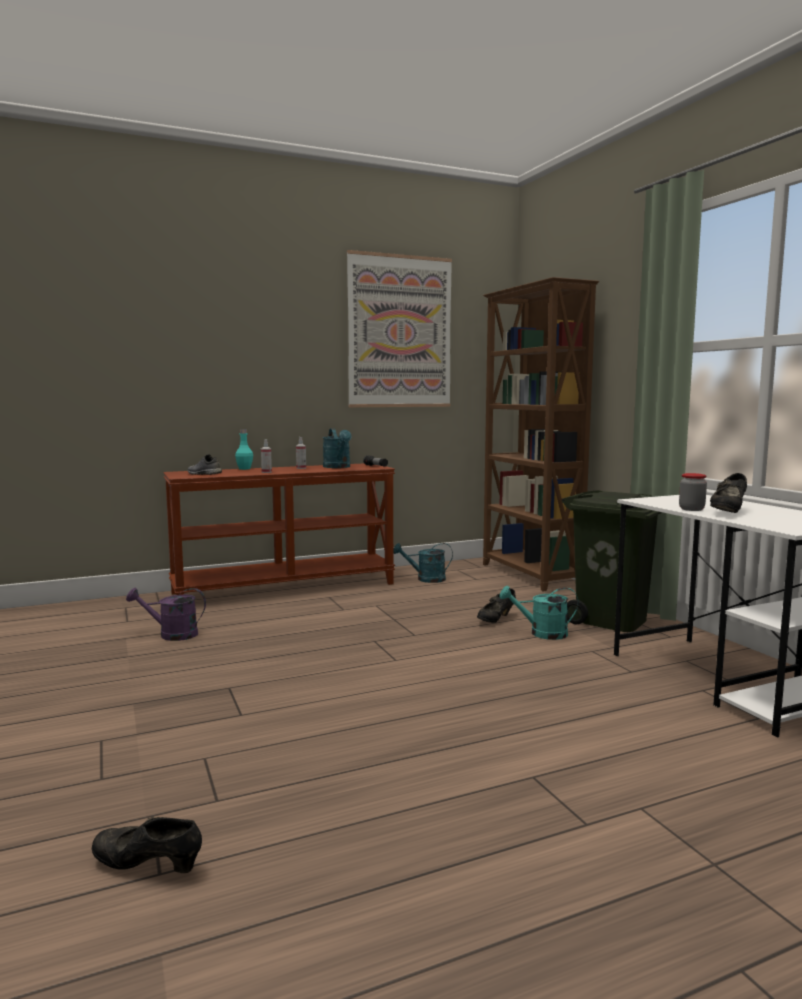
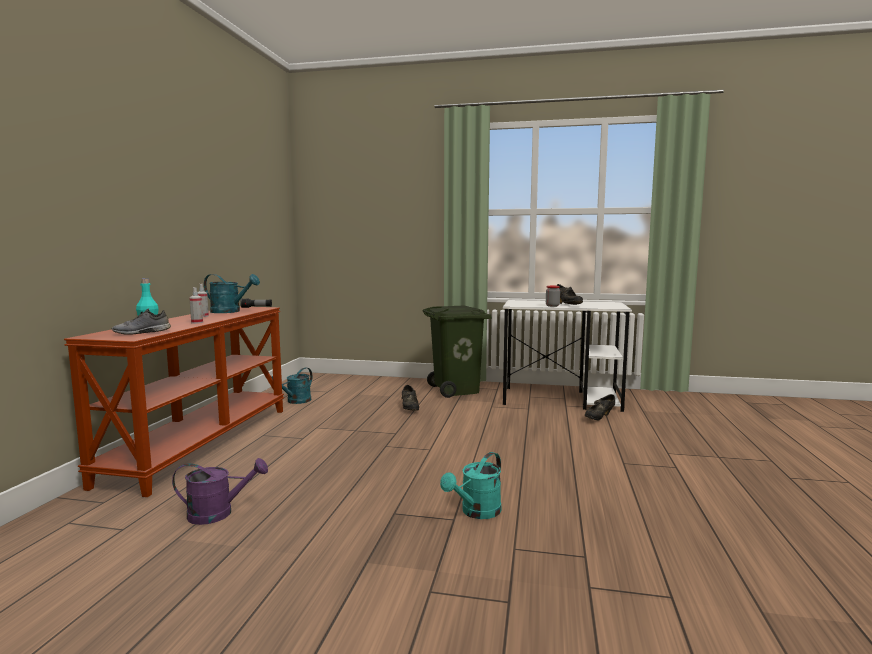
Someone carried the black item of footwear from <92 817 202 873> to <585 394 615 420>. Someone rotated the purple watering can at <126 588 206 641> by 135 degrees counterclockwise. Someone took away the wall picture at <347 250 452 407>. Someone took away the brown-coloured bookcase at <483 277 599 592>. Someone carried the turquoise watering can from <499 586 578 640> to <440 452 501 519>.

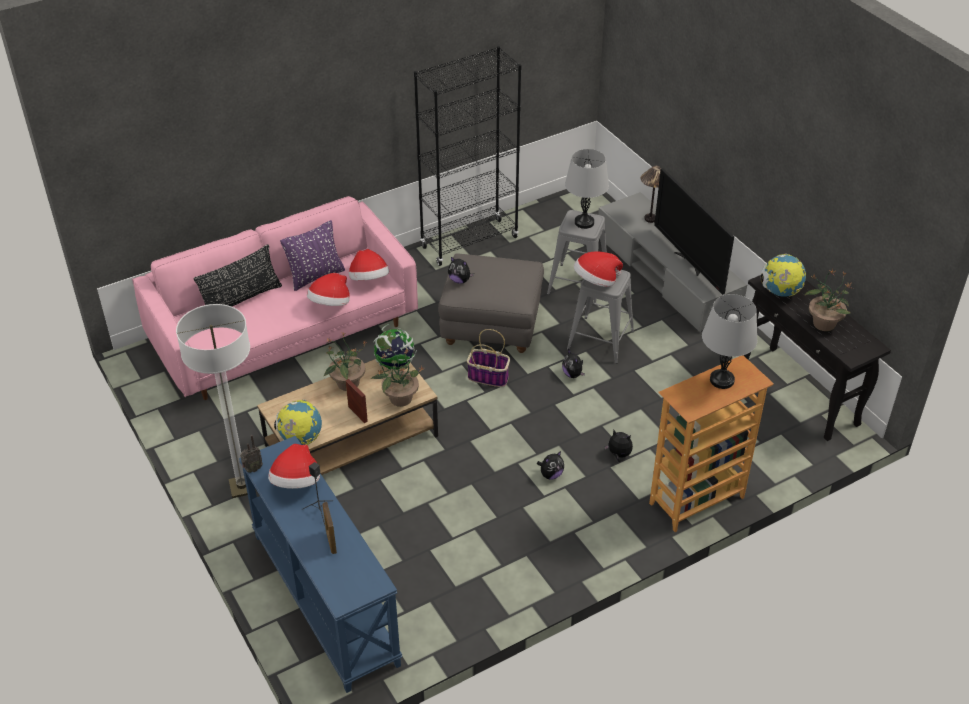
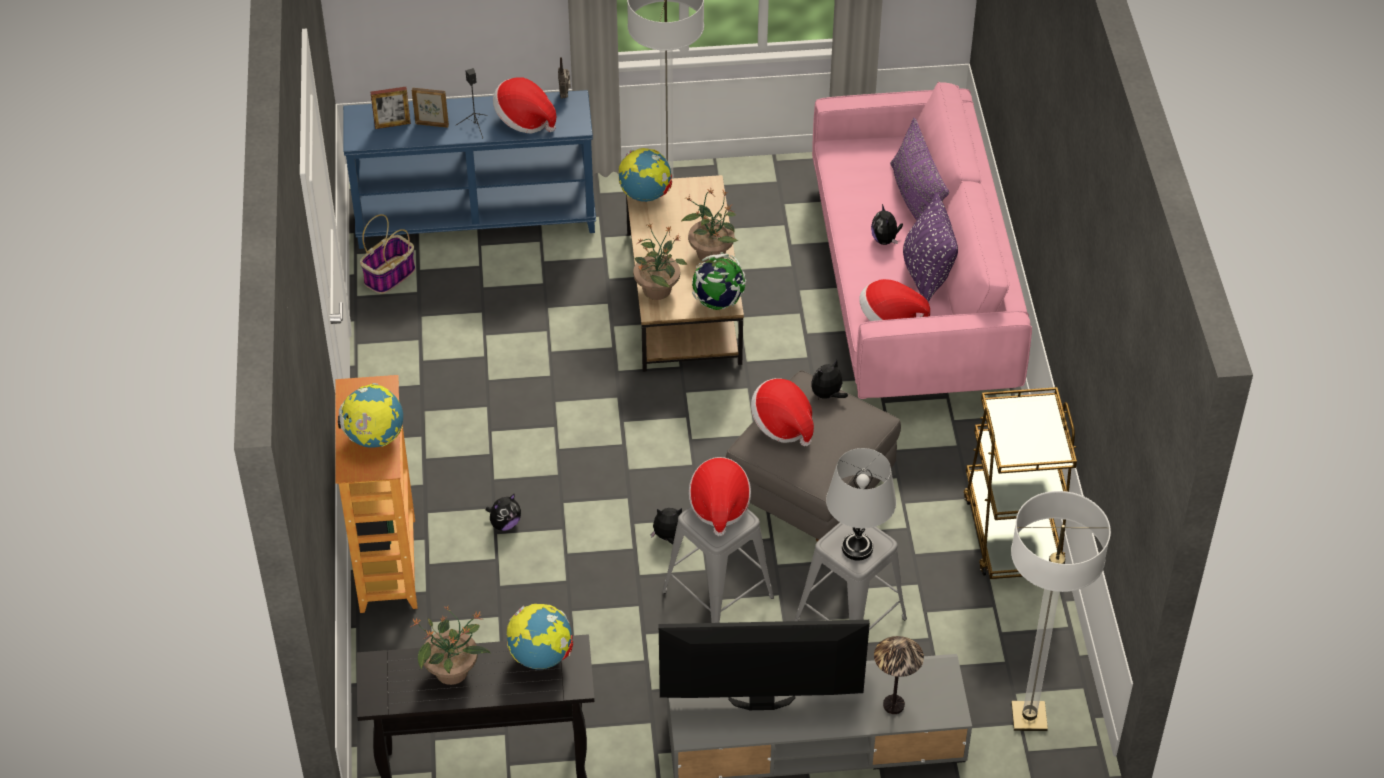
Someone repainted the black cushion at <194 245 282 306>, which became the purple cushion at <890 118 949 221>. Someone carried the wearable hat from <307 273 350 306> to <751 378 814 446>. Someone carried the photo frame from <346 379 368 423> to <370 87 411 129>. Someone swapped the black bookcase at <414 46 522 266> for the brown-coloured trolley at <964 387 1077 579>. Someone carried the household basket from <467 329 510 387> to <360 214 415 294>. Someone carried the plush toy from <537 451 564 480> to <871 204 903 245>. Someone swapped the greyish lamp for a table at <702 294 757 389> for the world globe at <338 383 403 448>. Someone put down the standard lamp at <1011 491 1111 731>.

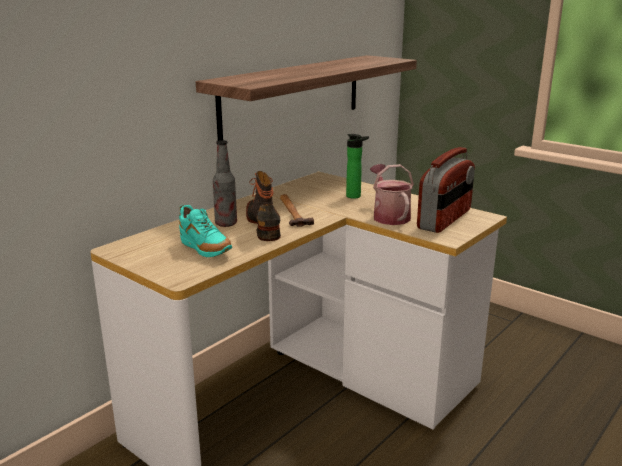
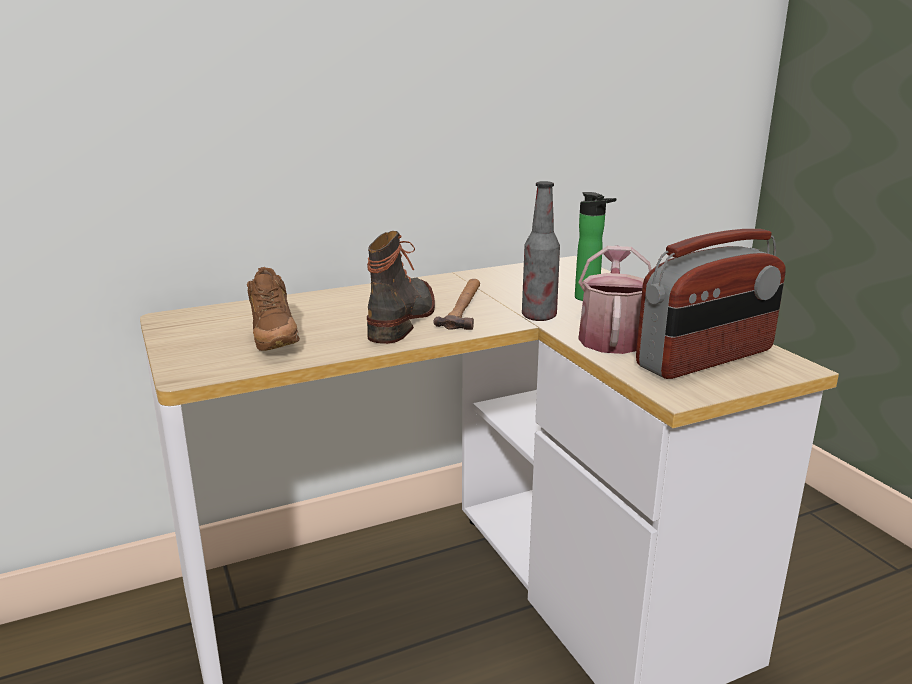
Someone repainted the turquoise item of footwear at <179 205 232 257>, which became the brown-coloured item of footwear at <247 267 300 351>. Someone took away the wall shelf at <196 55 417 141>. Someone carried the beverage bottle from <213 140 237 227> to <522 181 560 321>.

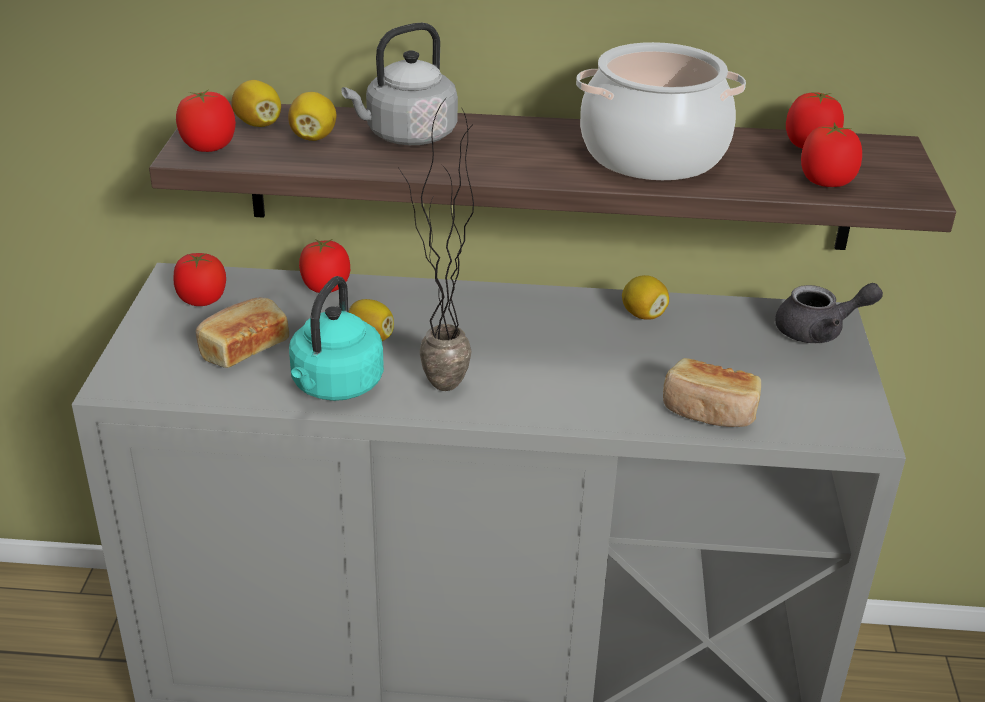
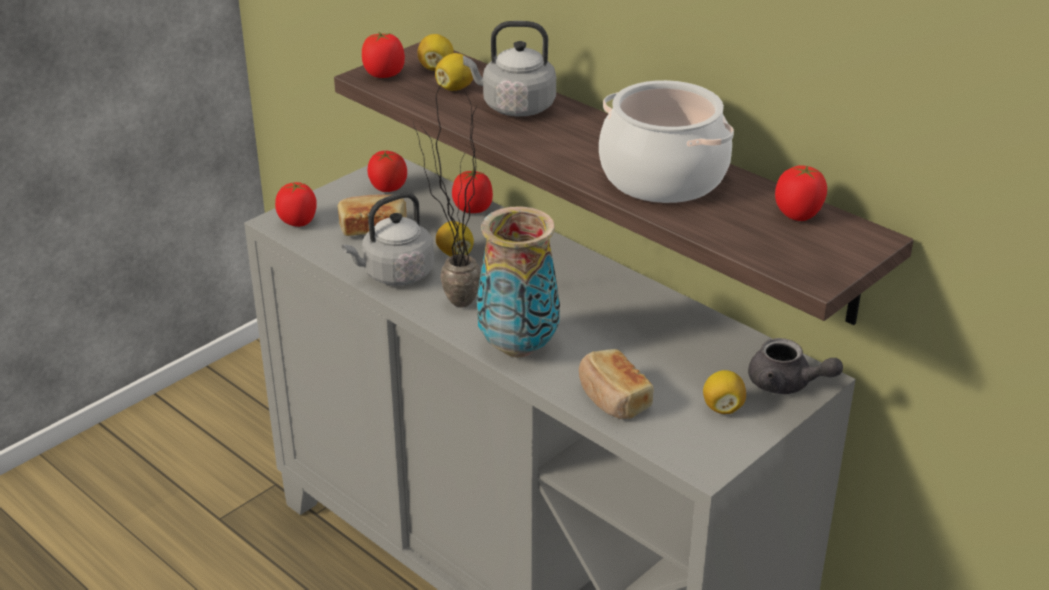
Someone repainted the turquoise tea kettle at <289 276 384 401>, which became the greyish tea kettle at <342 192 434 286>. Someone carried the lemon from <622 275 669 320> to <703 370 746 414>. Someone carried the whole tomato from <801 123 862 187> to <275 182 317 227>. Someone put down the decorative vase at <477 206 560 357>.

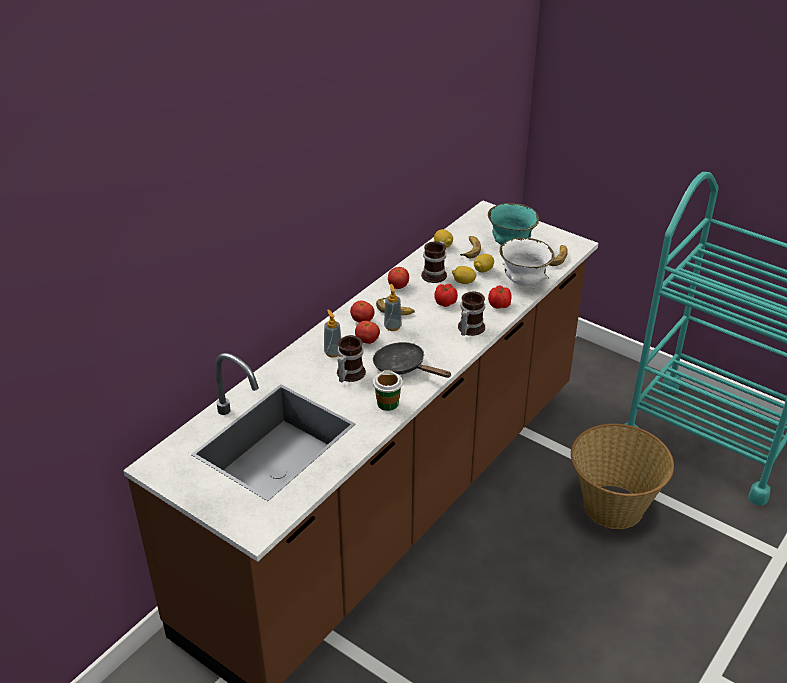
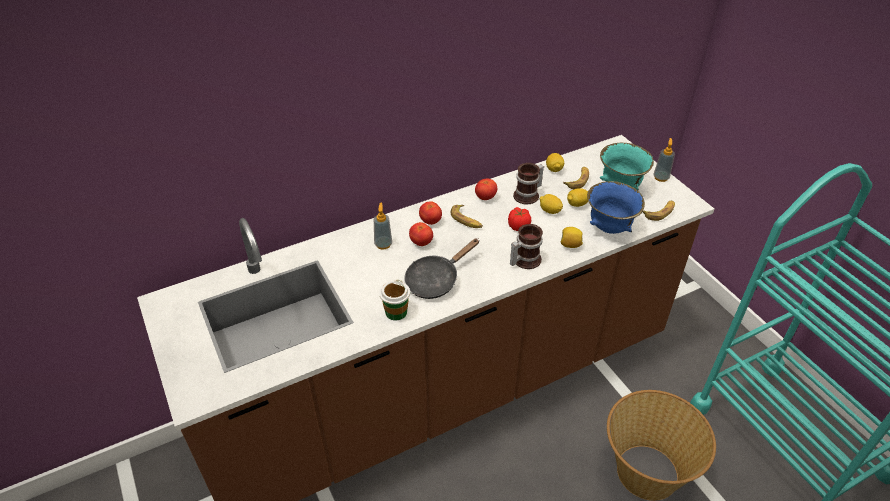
Someone took away the coffee mug at <337 335 366 382>. Someone rotated the black pan at <373 342 452 378> by 105 degrees counterclockwise. Someone carried the soap bottle from <384 284 402 331> to <654 138 675 182>. Someone swapped the whole tomato at <488 285 512 308> for the lemon at <561 227 583 248>. Someone repainted the white-coloured bowl at <500 238 554 286>, which became the blue-coloured bowl at <587 181 645 234>.

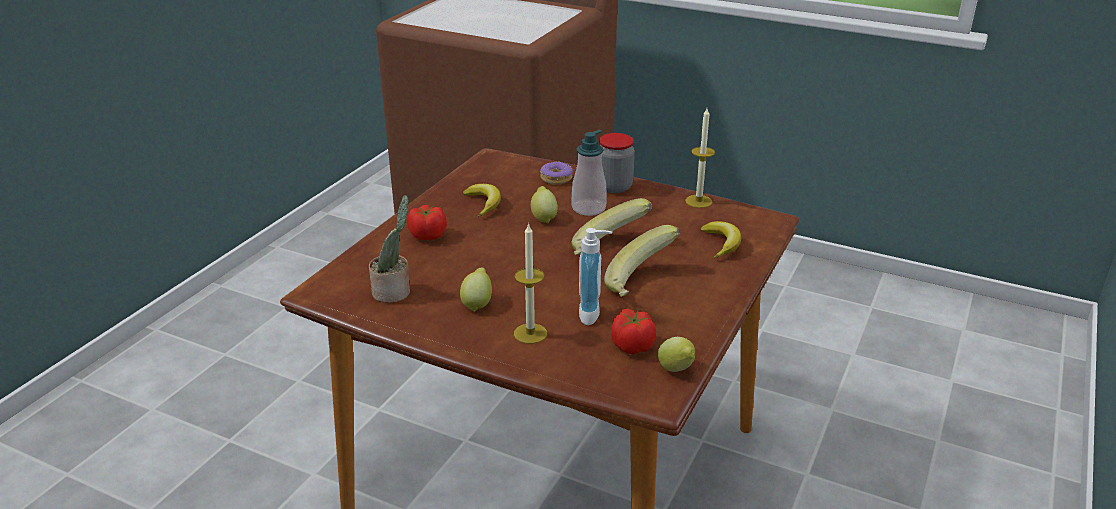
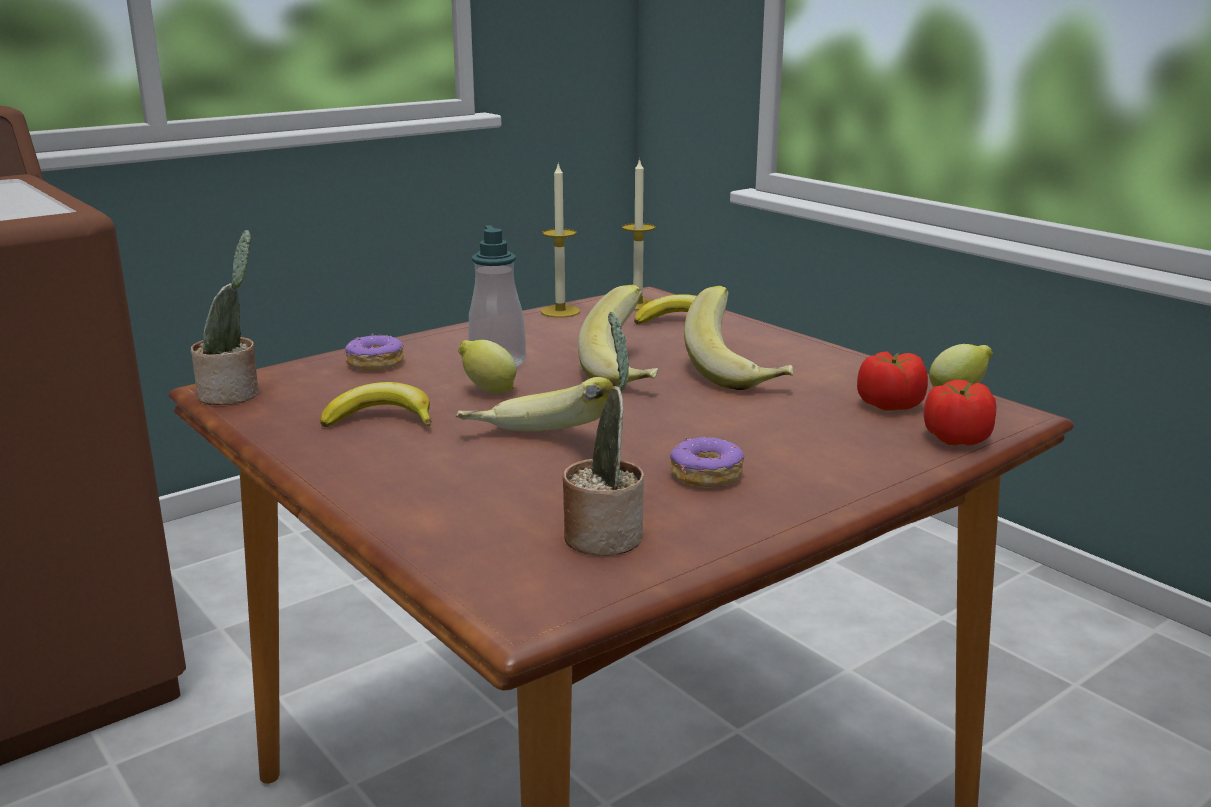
Someone carried the whole tomato from <407 205 447 240> to <924 379 996 445>. Someone swapped the lemon at <460 268 492 312> for the donut at <670 436 745 487>. Someone carried the candle from <514 223 547 344> to <622 158 655 310>. Someone took away the soap bottle at <579 228 612 325>. Someone took away the jar at <599 133 635 193>. Someone put down the plant in a pot at <191 230 259 405>. Someone put down the banana at <456 377 613 432>.

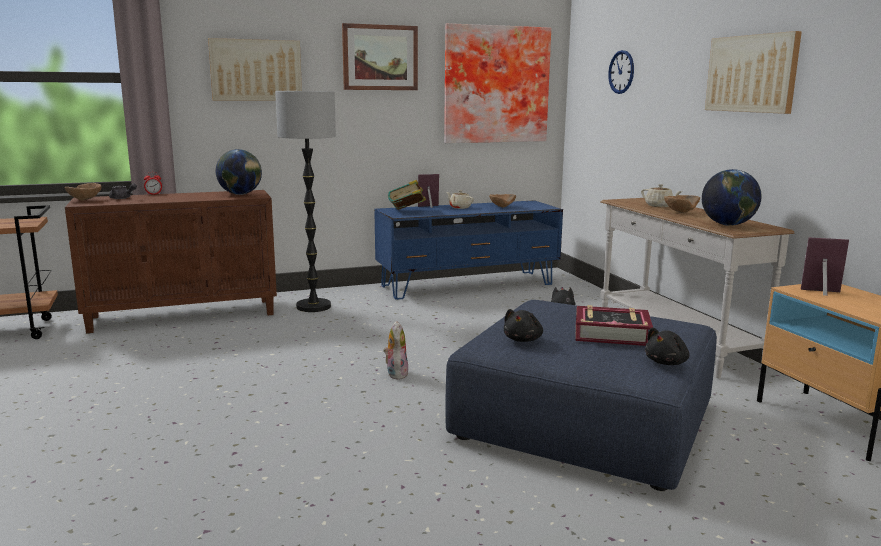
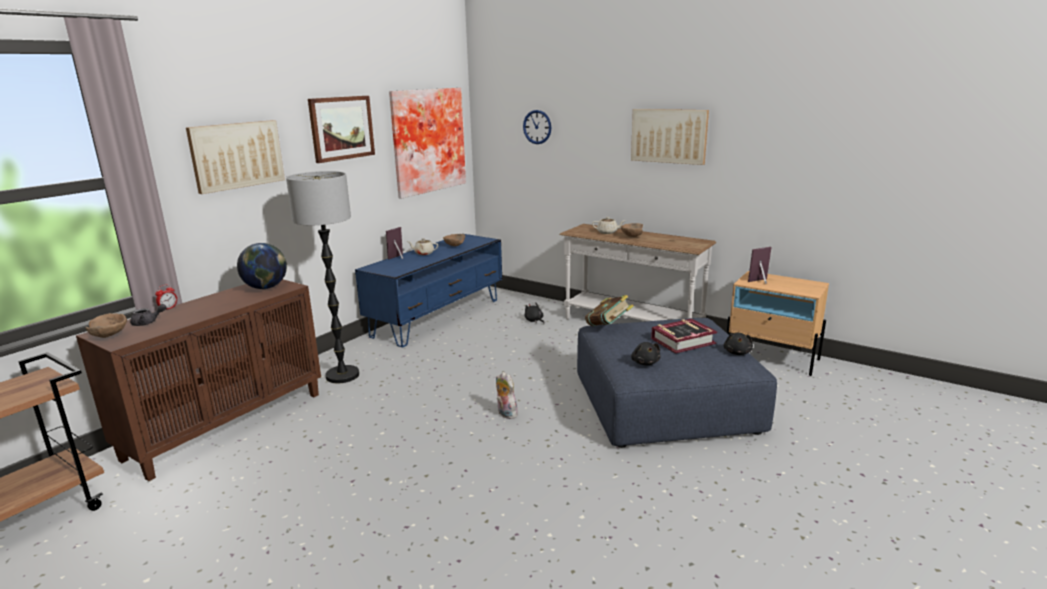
Someone carried the book from <388 180 426 210> to <585 295 634 326>. Someone took away the world globe at <702 169 762 226>.

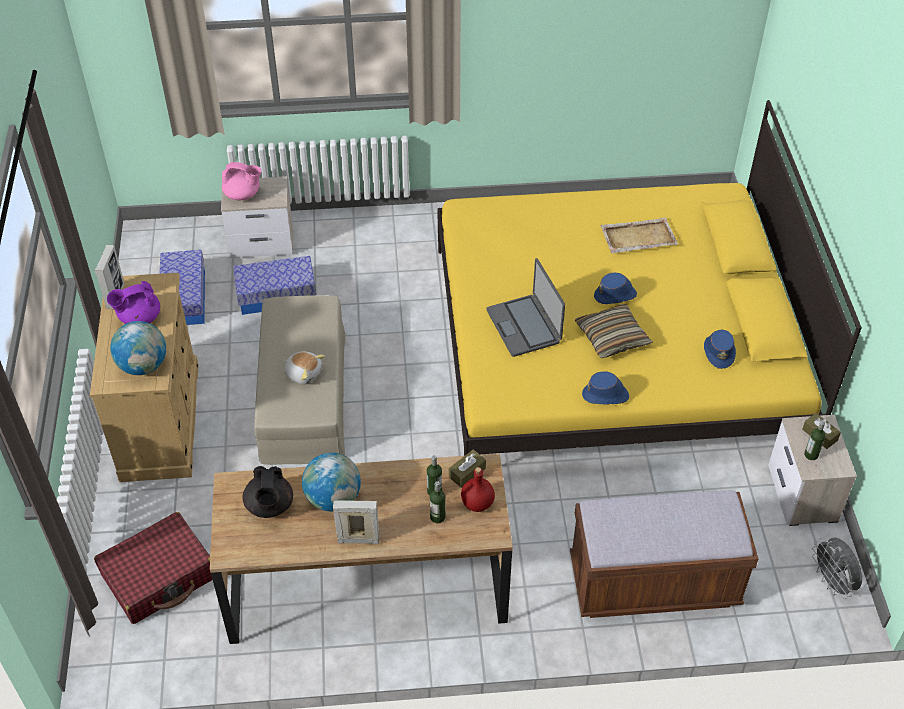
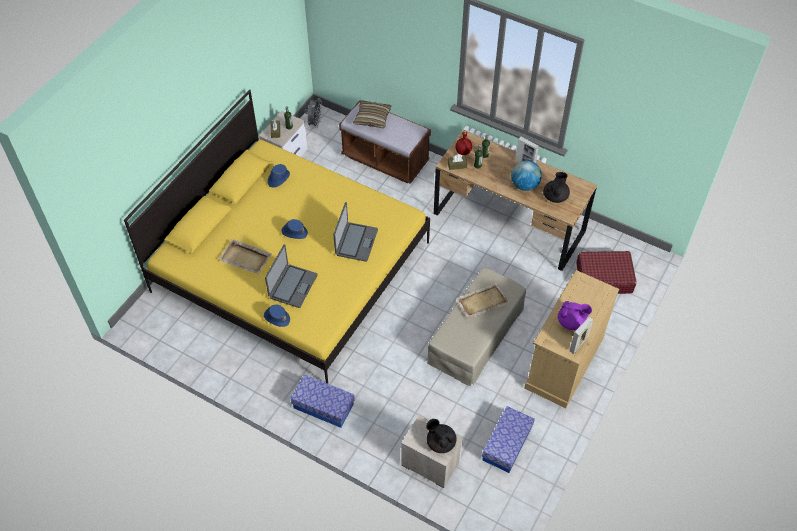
Someone took away the world globe at <110 321 166 375>. Someone repainted the pink pot for tea at <222 162 261 200>, which became the black pot for tea at <426 419 457 453>. Someone carried the storage bin from <233 256 316 315> to <290 374 355 428>. Someone swapped the plush toy at <284 351 325 385> for the sand-coloured serving tray at <456 282 510 319>. Someone carried the cushion from <575 304 653 358> to <353 101 391 128>. Someone carried the blue-coloured wearable hat from <582 371 629 405> to <264 305 290 327>. Someone put down the notebook computer at <265 244 318 308>.

